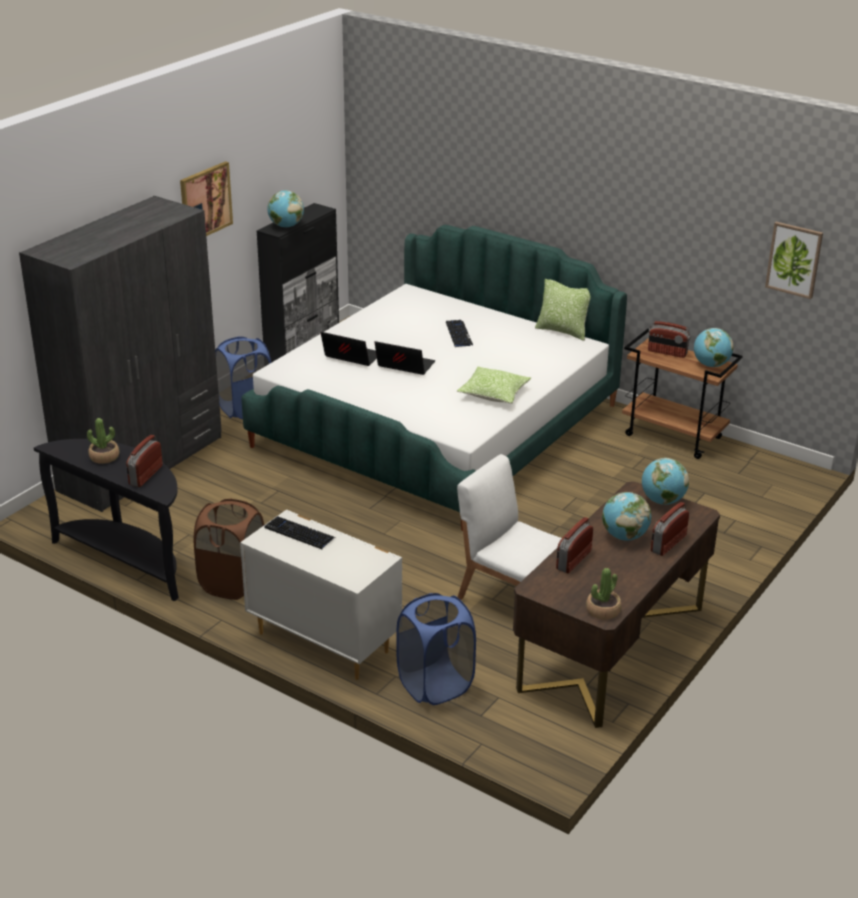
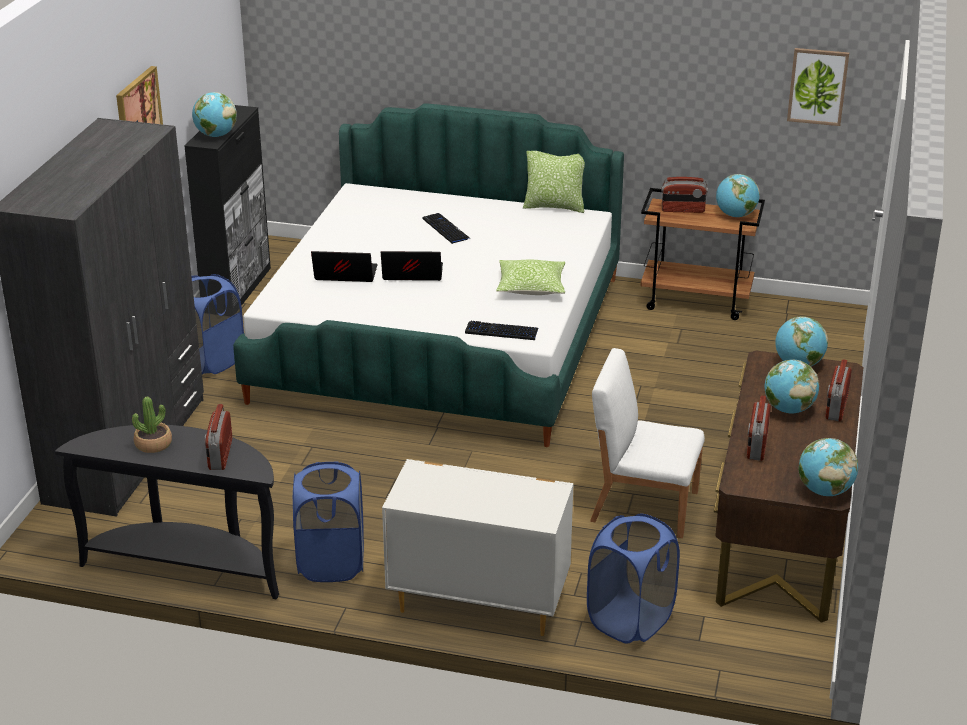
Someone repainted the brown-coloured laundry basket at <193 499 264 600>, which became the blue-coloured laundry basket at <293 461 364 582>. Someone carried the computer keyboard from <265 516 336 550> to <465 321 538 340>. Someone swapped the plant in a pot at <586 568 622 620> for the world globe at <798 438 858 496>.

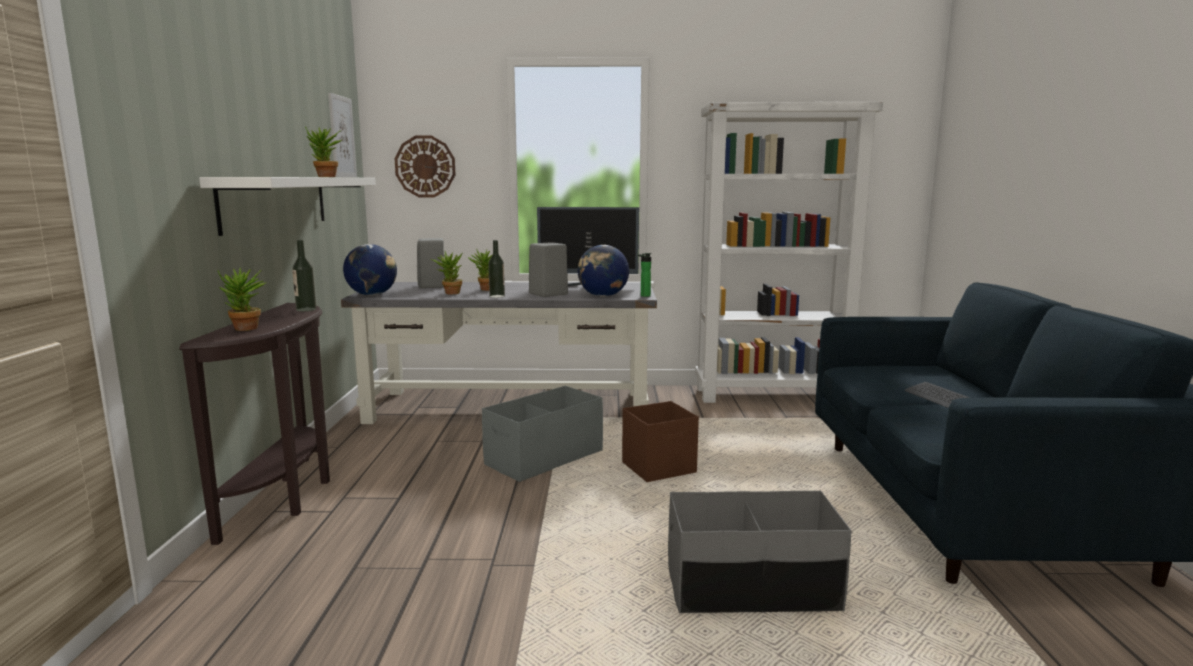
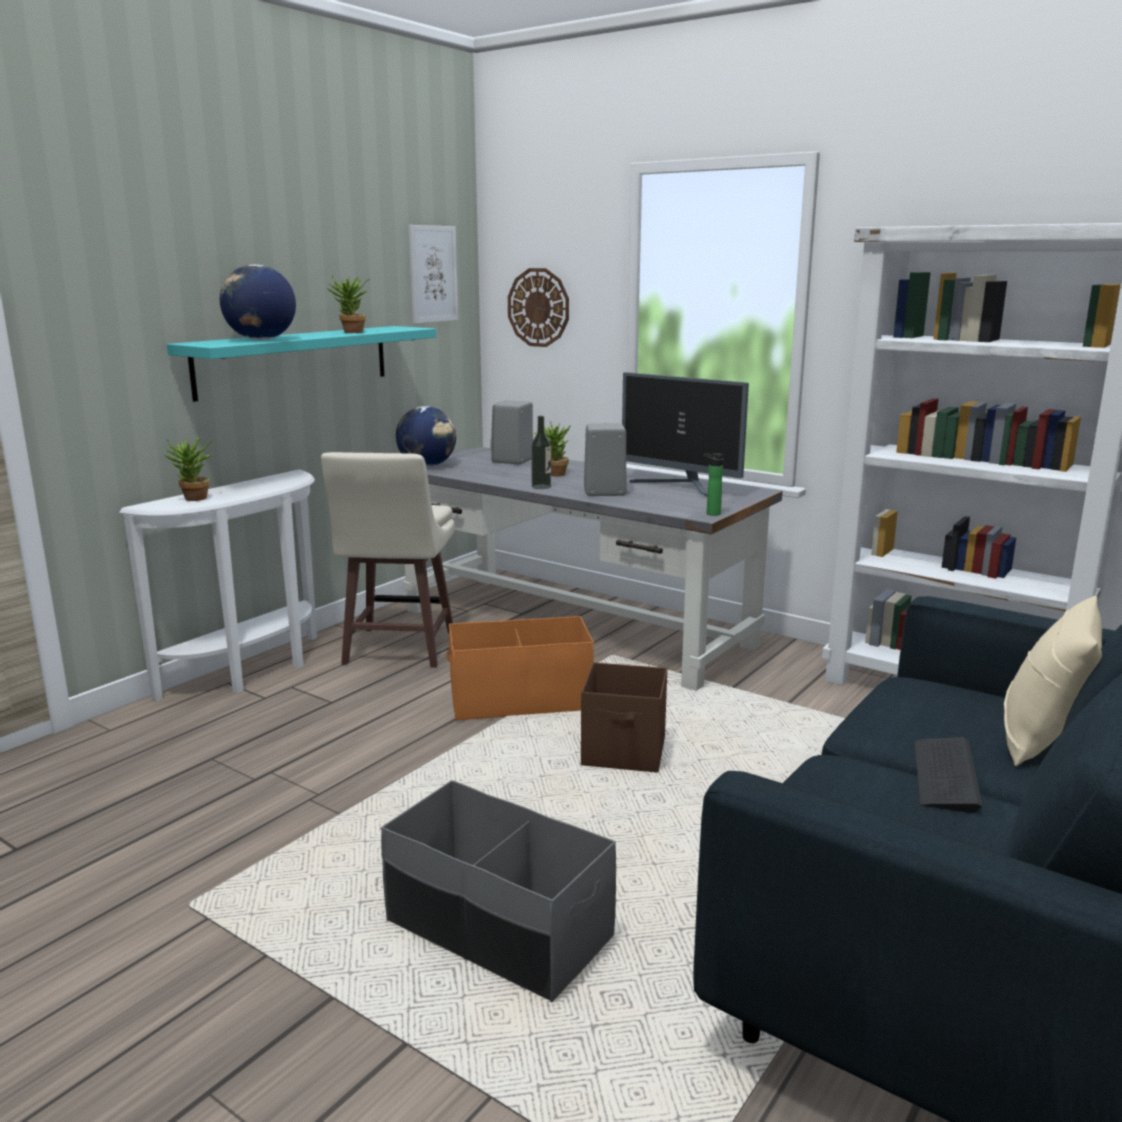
Someone repainted the brown-coloured hall table at <179 303 330 545>, which became the white-coloured hall table at <119 470 317 701>. Someone repainted the white-coloured wall shelf at <199 177 376 236>, which became the turquoise wall shelf at <167 326 436 402>. Someone took away the beverage bottle at <292 240 316 311>. Someone took away the plant in a pot at <431 251 462 294>. Someone repainted the greyish storage bin at <482 386 603 482>, which became the orangey storage bin at <446 616 594 721>. Someone carried the world globe from <578 245 629 297> to <220 264 296 340>. Someone put down the sand-coloured stool at <321 452 455 668>. Someone put down the sand-coloured cushion at <1004 595 1102 766>.

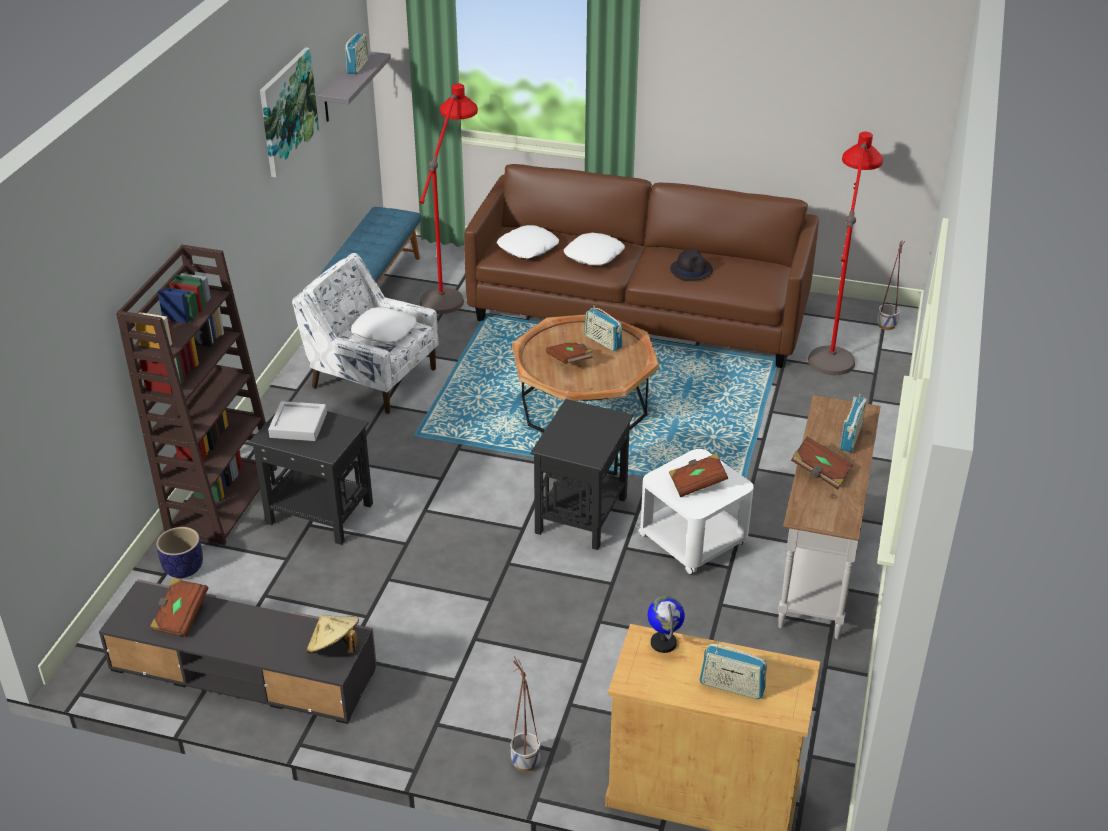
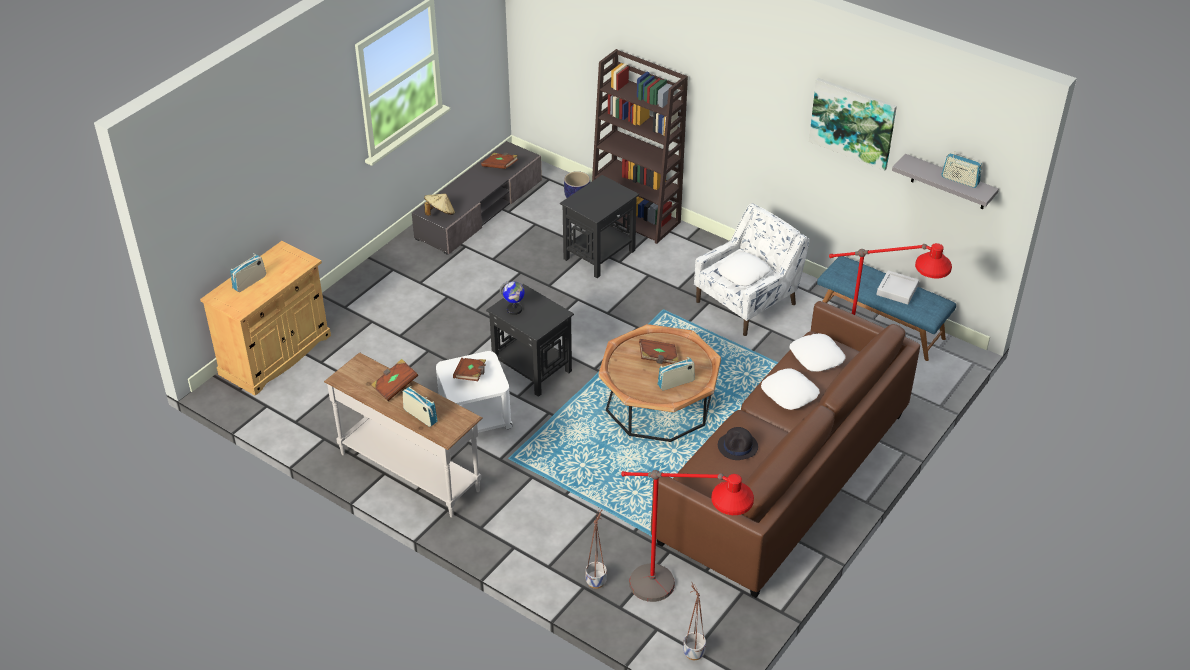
Someone carried the greyish serving tray from <268 401 327 441> to <877 270 919 305>. Someone carried the planter from <510 656 541 772> to <585 510 607 589>. Someone carried the world globe from <648 596 685 653> to <500 281 525 315>.

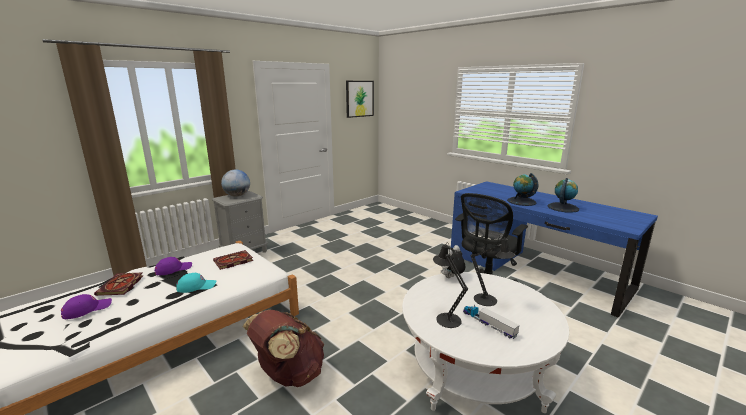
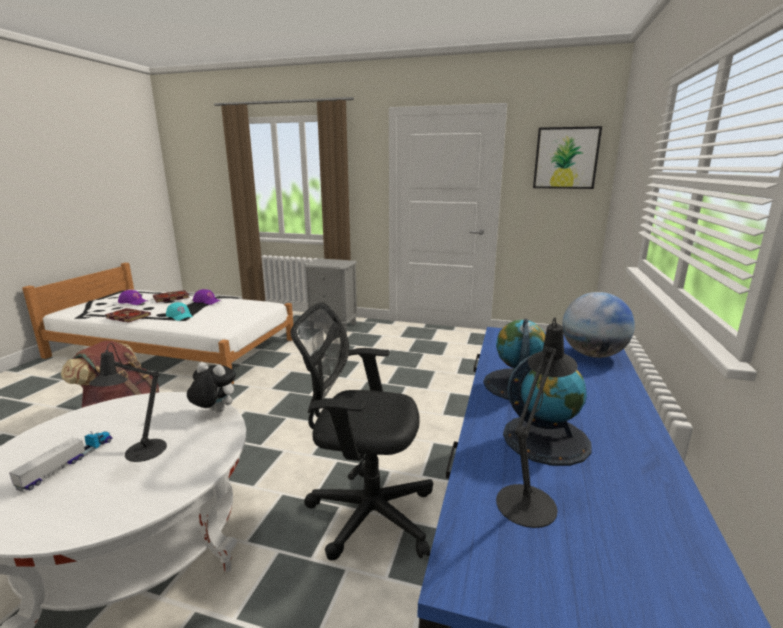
Someone carried the book from <213 250 253 270> to <105 308 151 322>. Someone carried the world globe from <221 169 250 197> to <562 292 635 358>. Someone carried the black lamp for a table from <433 242 468 328> to <496 317 578 528>.

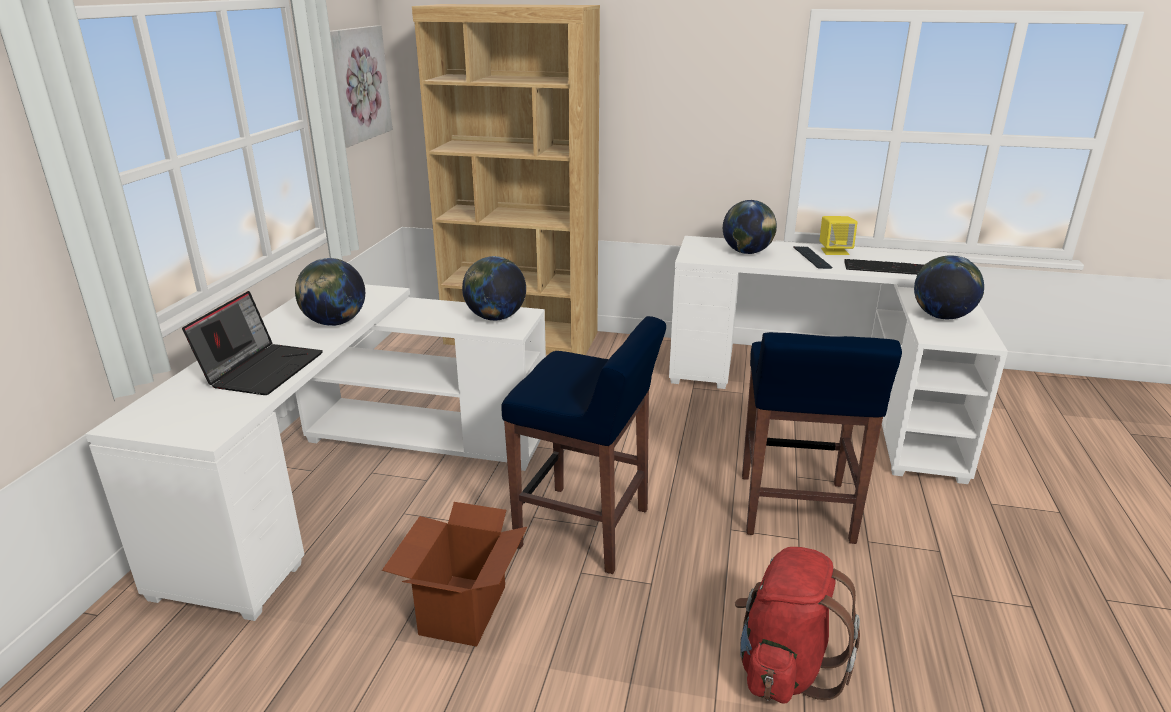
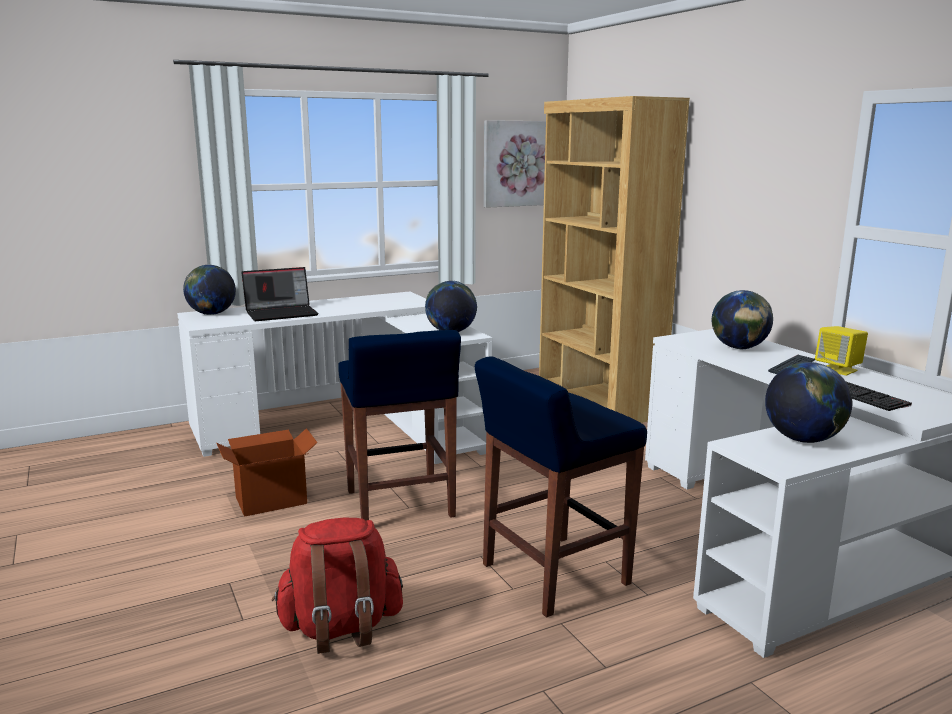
Someone carried the world globe from <295 258 365 326> to <183 264 236 315>.

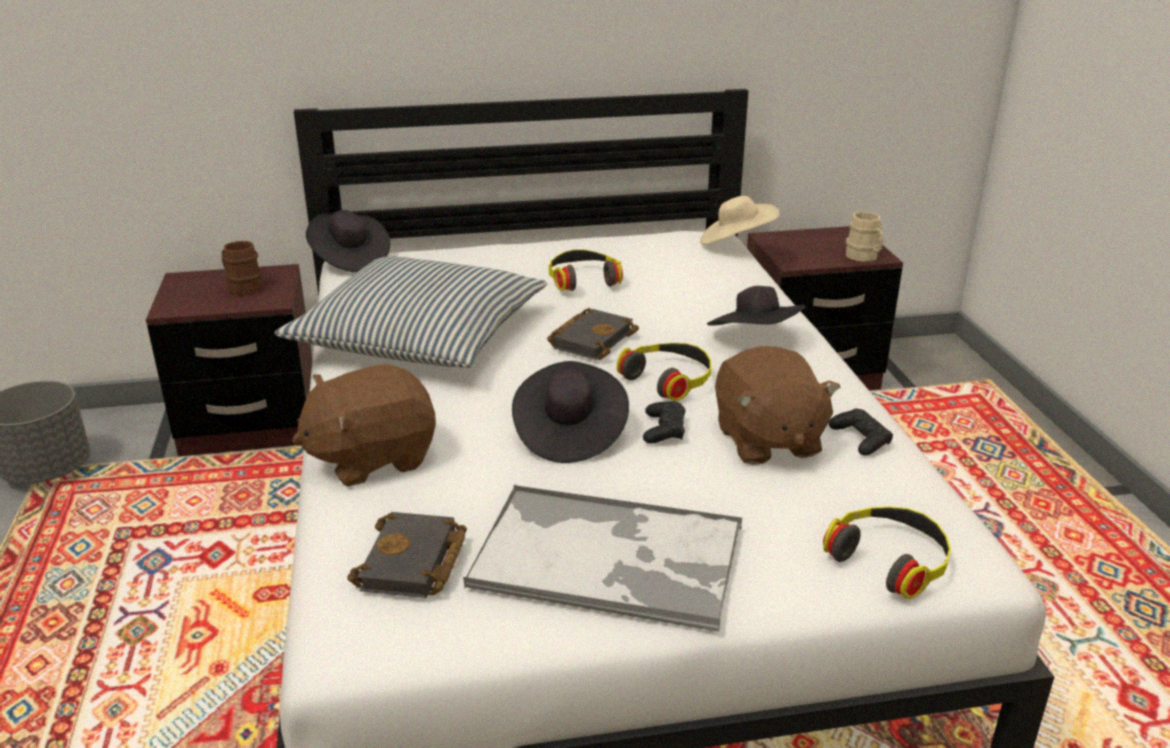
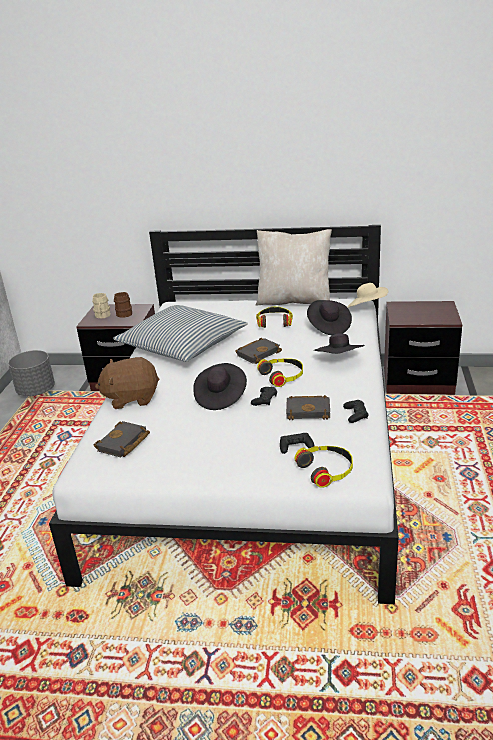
Someone carried the black wearable hat from <306 210 390 272> to <307 300 352 335>. Someone took away the serving tray at <463 484 742 632>. Someone swapped the brown-coloured plush toy at <715 346 841 465> for the black book at <286 395 330 420>. Someone carried the sand-coloured coffee mug from <846 212 883 262> to <92 293 111 319>. Someone put down the sand-coloured cushion at <256 229 332 306>. Someone put down the black gamepad at <280 433 315 454>.

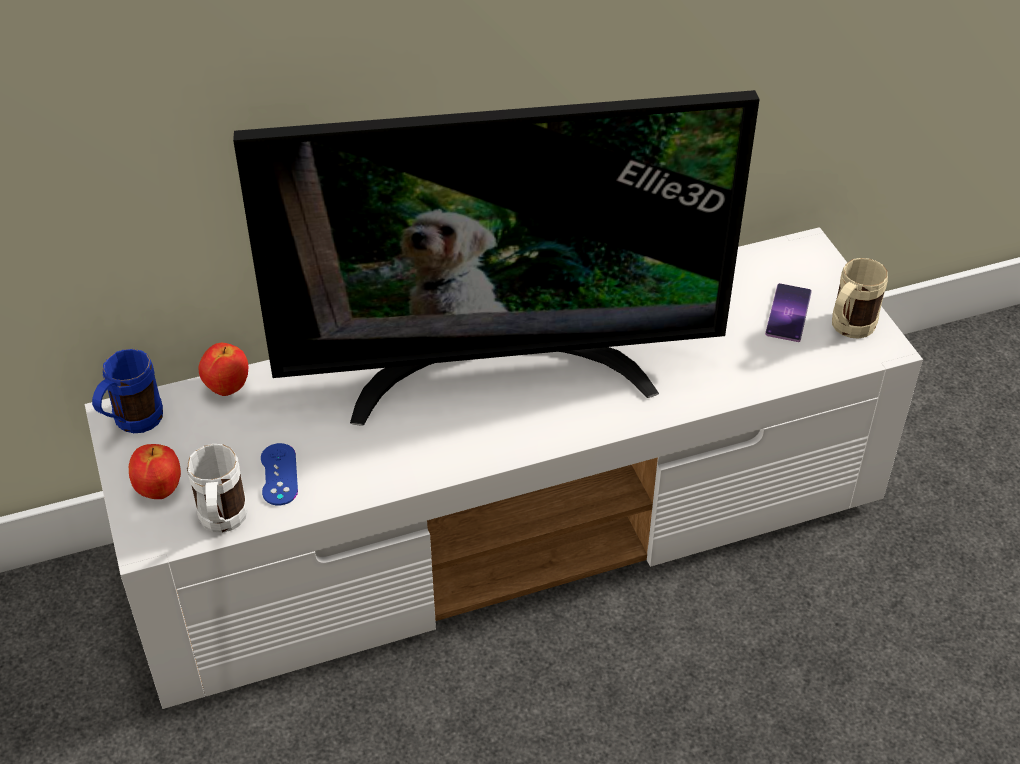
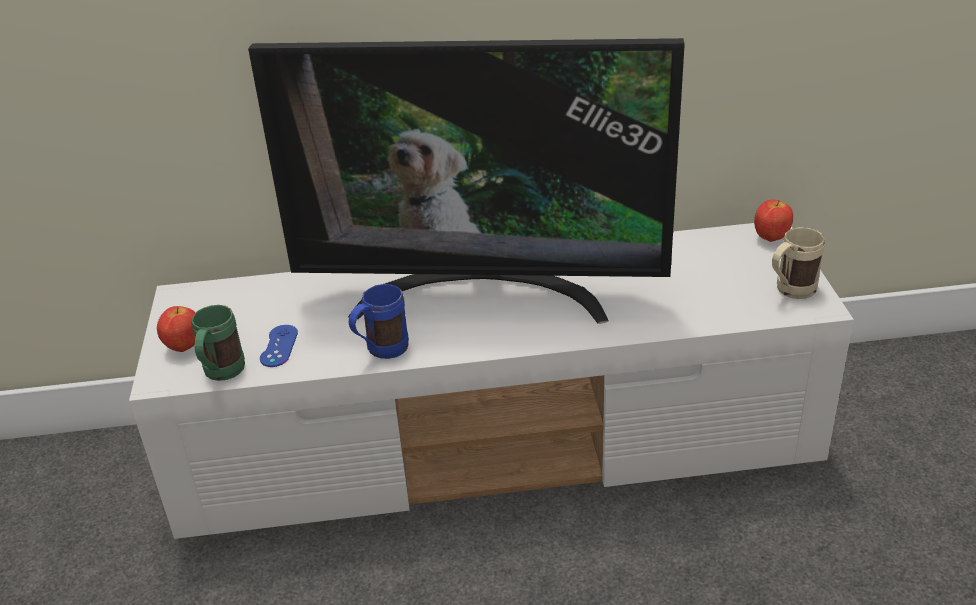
Someone carried the blue-coloured coffee mug from <92 349 163 433> to <349 284 409 359>. Someone repainted the white-coloured coffee mug at <187 444 248 533>, which became the green-coloured coffee mug at <191 305 245 381>. Someone carried the apple from <199 343 248 396> to <754 199 793 242>. Someone took away the phone at <765 283 812 342>.

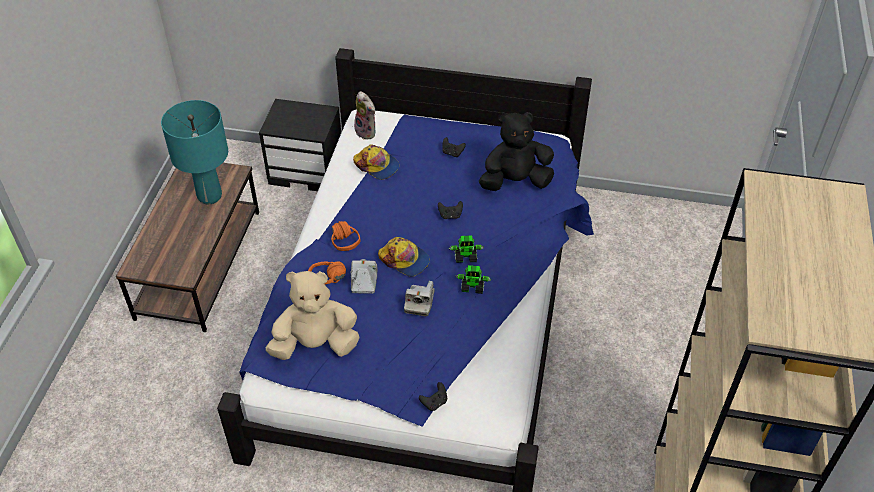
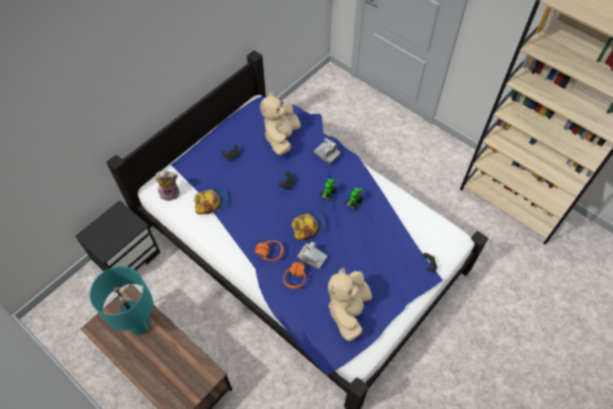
Someone carried the still camera from <404 281 434 316> to <314 138 340 164>. Someone repainted the black plush toy at <479 112 554 191>, which became the sand-coloured plush toy at <260 92 301 155>.

